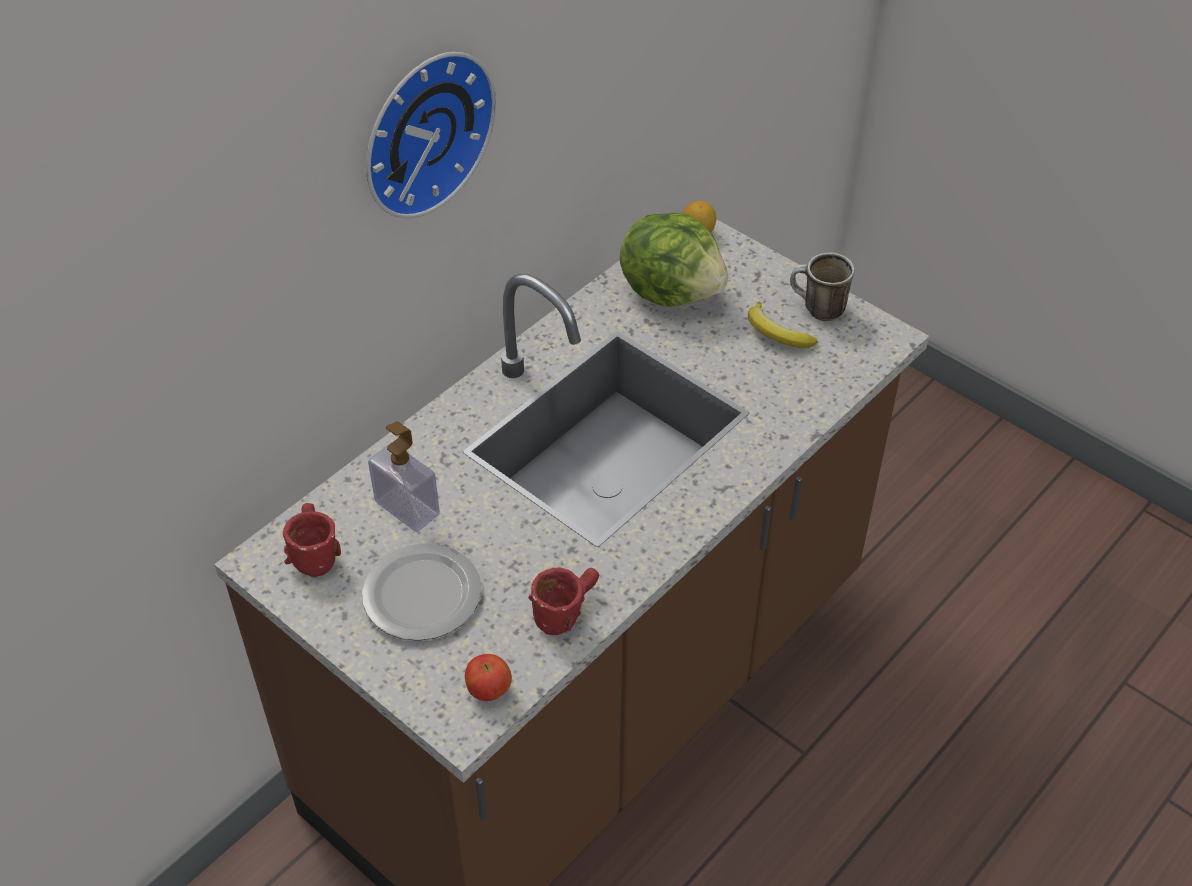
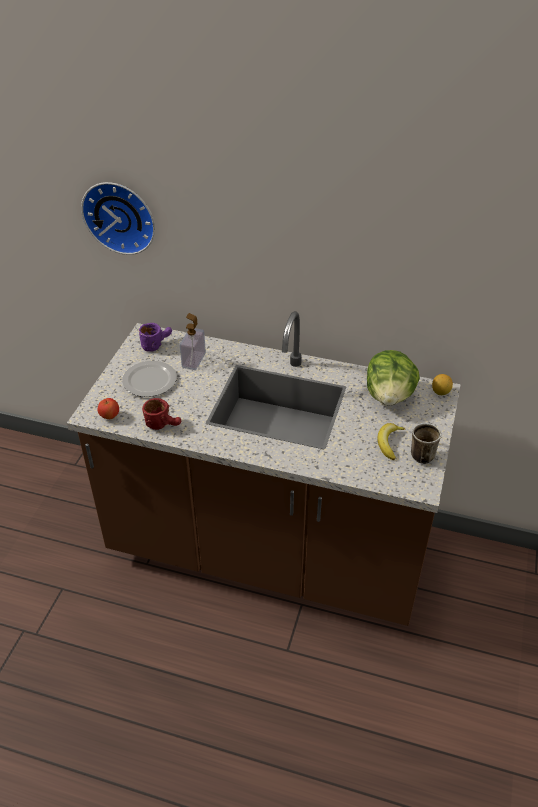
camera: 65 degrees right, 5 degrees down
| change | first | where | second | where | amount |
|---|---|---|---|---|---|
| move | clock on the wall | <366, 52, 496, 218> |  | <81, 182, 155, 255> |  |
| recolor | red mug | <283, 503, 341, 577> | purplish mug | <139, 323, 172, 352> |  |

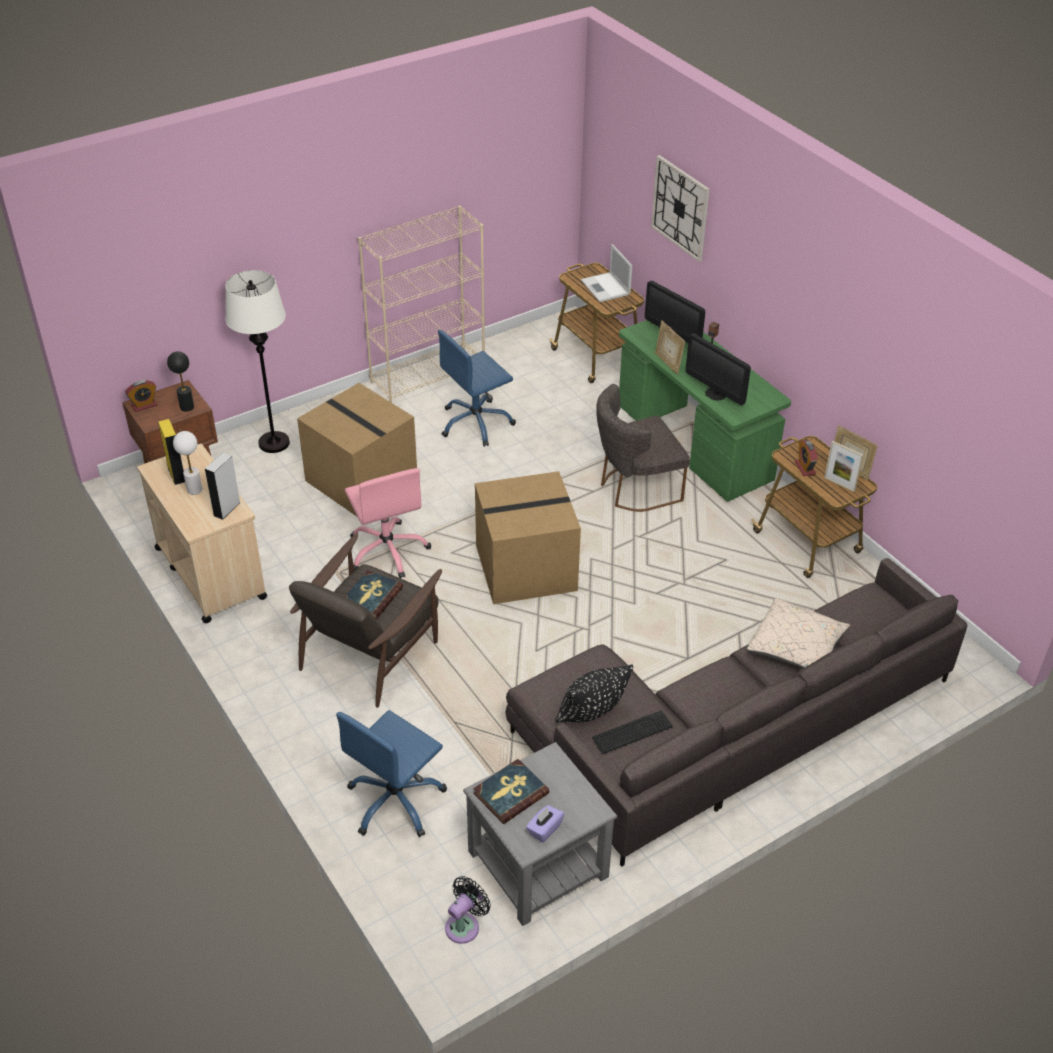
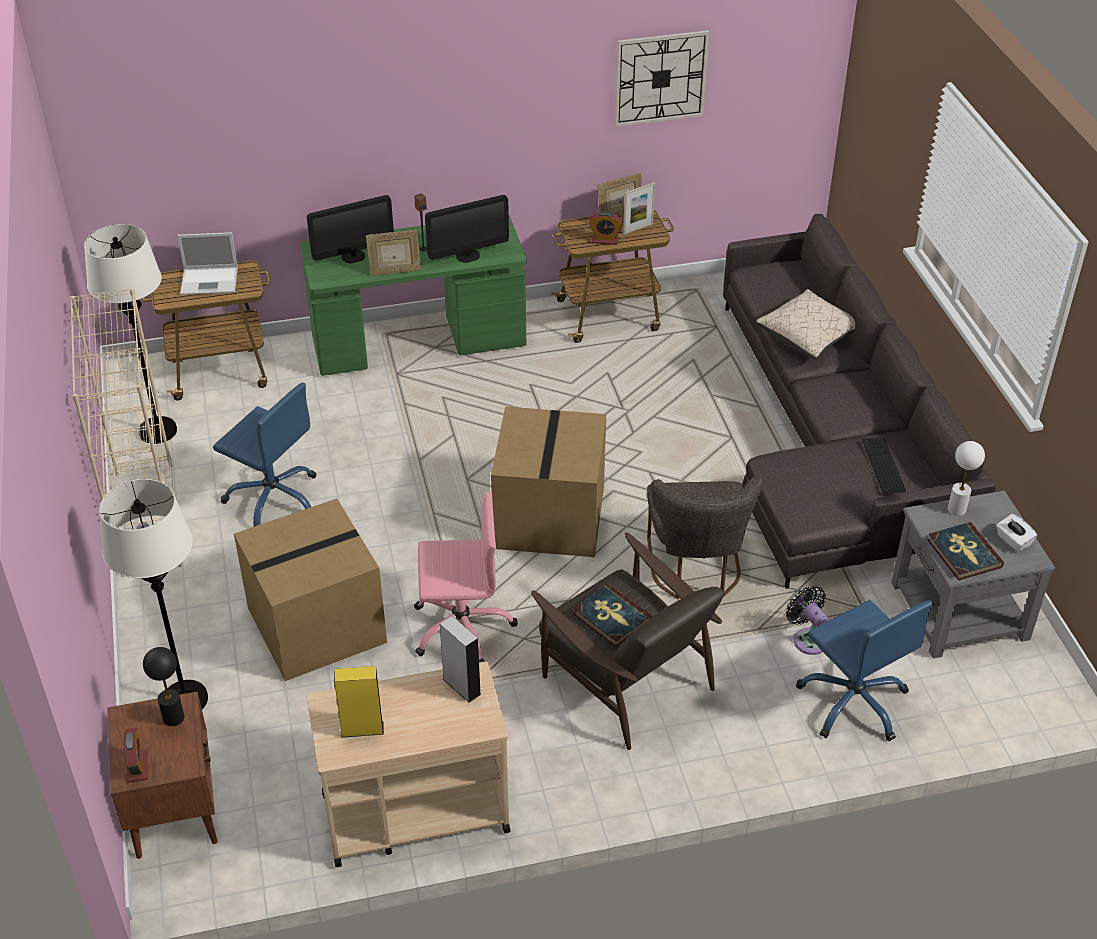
camera: 70 degrees left, 0 degrees up
| change | first | where | second | where | amount |
|---|---|---|---|---|---|
| delete | black pillow | <555, 664, 633, 723> |  |  |  |
| insert |  |  | white standard lamp | <84, 224, 177, 444> |  |
| move | white table lamp | <173, 431, 202, 495> |  | <947, 441, 985, 516> |  |
| move | black fan | <445, 876, 491, 944> |  | <786, 586, 828, 655> |  |
| move | grey chair | <596, 384, 690, 512> |  | <647, 476, 763, 599> |  |
| move | clock on the wall | <651, 155, 710, 262> |  | <615, 30, 710, 127> |  |
| recolor | purplish tissue box | <526, 805, 564, 843> | white tissue box | <996, 514, 1037, 552> |  |
| rotate | bluish desk chair | <438, 330, 516, 447> |  | <213, 383, 317, 527> | 45 degrees counterclockwise |

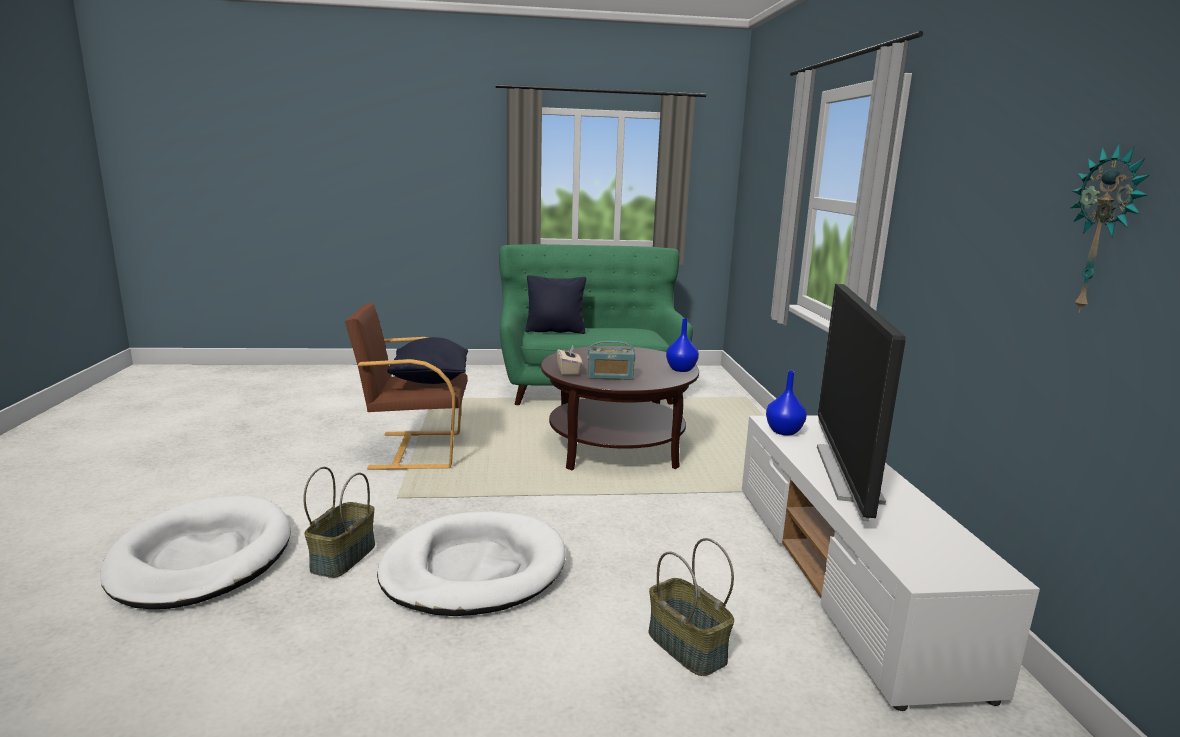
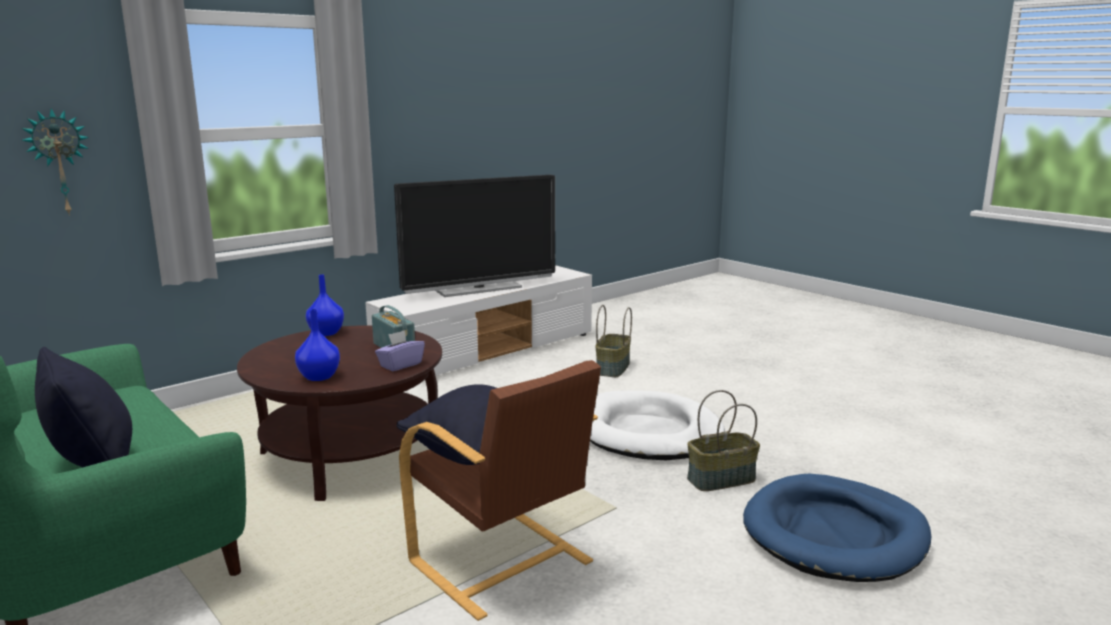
camera: 125 degrees left, 0 degrees up
| change | first | where | second | where | amount |
|---|---|---|---|---|---|
| move | bluish decorative vase | <766, 371, 807, 436> |  | <295, 309, 340, 381> |  |
| move | clock on the wall | <1070, 143, 1150, 313> |  | <21, 108, 89, 216> |  |
| recolor | white dog bed | <100, 496, 291, 609> | bluish dog bed | <743, 474, 931, 582> |  |
| recolor | beige tissue box | <557, 344, 582, 375> | purplish tissue box | <375, 330, 425, 371> |  |

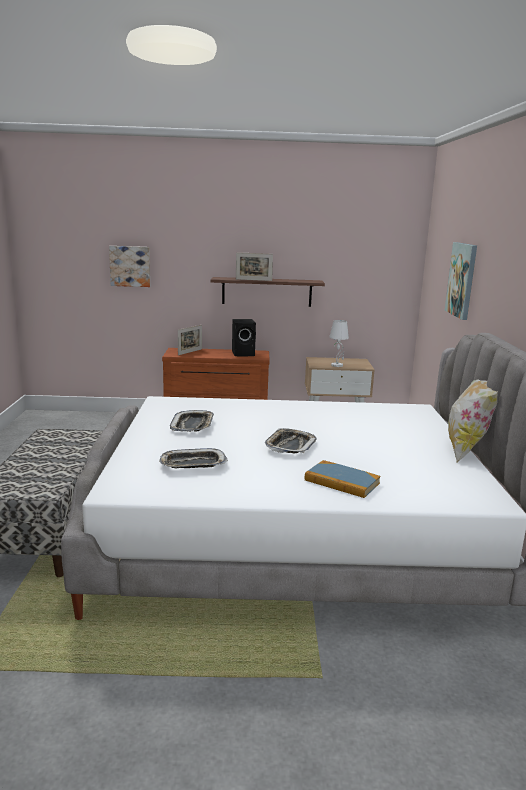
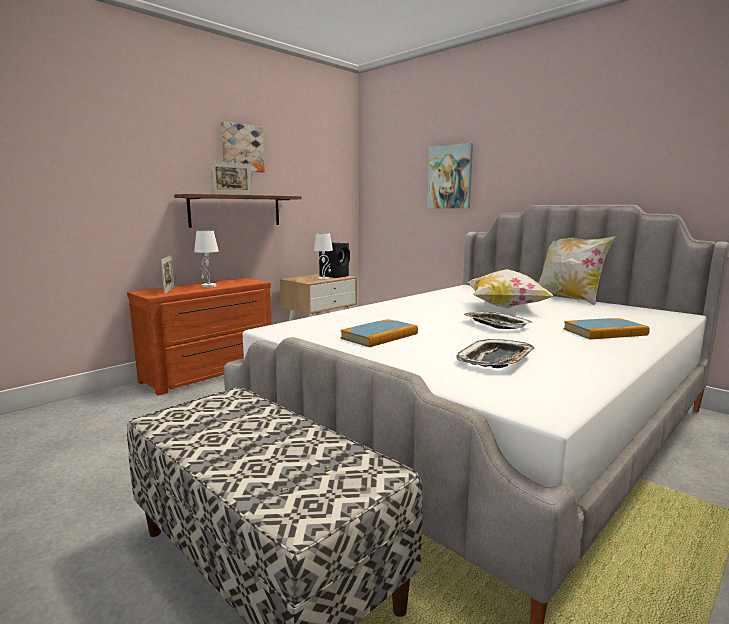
camera: 45 degrees left, 5 degrees down
| change | first | where | second | where | amount |
|---|---|---|---|---|---|
| insert |  |  | white table lamp | <194, 231, 219, 288> |  |
| insert |  |  | pillow | <467, 269, 554, 308> |  |
| move | picture | <109, 246, 150, 287> |  | <221, 122, 265, 173> |  |
| move | black speaker | <232, 319, 256, 356> |  | <319, 242, 350, 278> |  |
| replace | carrying tray | <170, 410, 214, 432> | volume | <340, 319, 418, 347> |  |

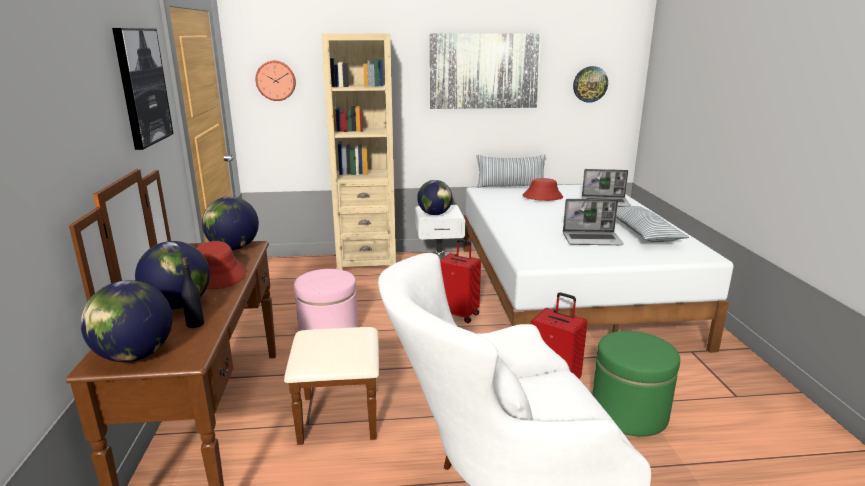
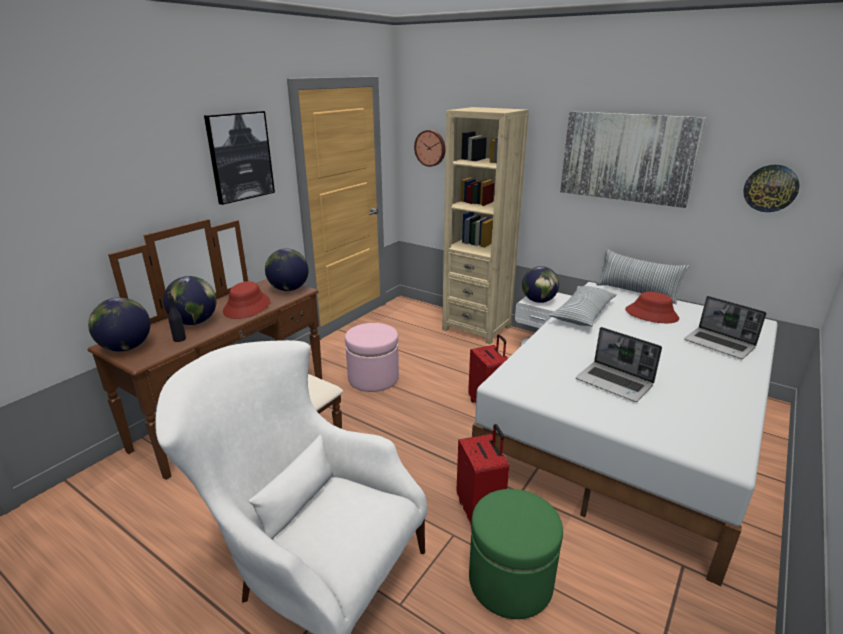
camera: 40 degrees right, 5 degrees up
| change | first | where | second | where | amount |
|---|---|---|---|---|---|
| move | pillow | <616, 206, 689, 242> |  | <549, 286, 617, 326> |  |

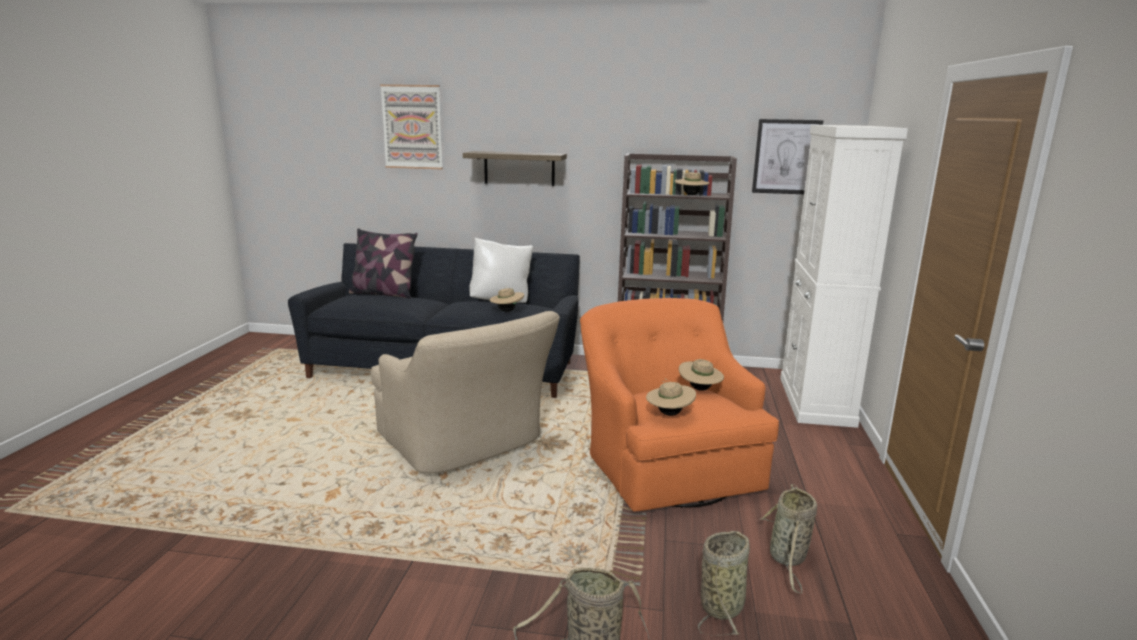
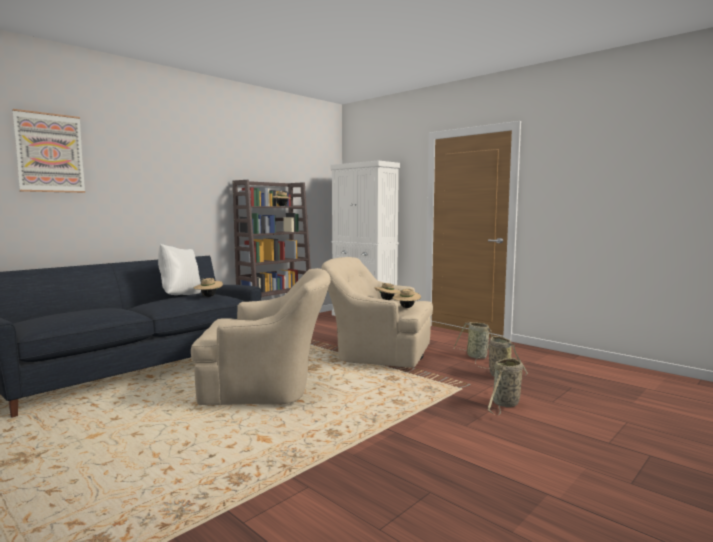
camera: 55 degrees left, 10 degrees down
| change | first | where | second | where | amount |
|---|---|---|---|---|---|
| delete | pillow | <349, 228, 418, 298> |  |  |  |
| delete | shelf | <463, 151, 567, 186> |  |  |  |
| delete | picture | <752, 119, 823, 194> |  |  |  |
| recolor | orangey easy chair | <580, 298, 779, 511> | beige easy chair | <321, 257, 433, 368> |  |

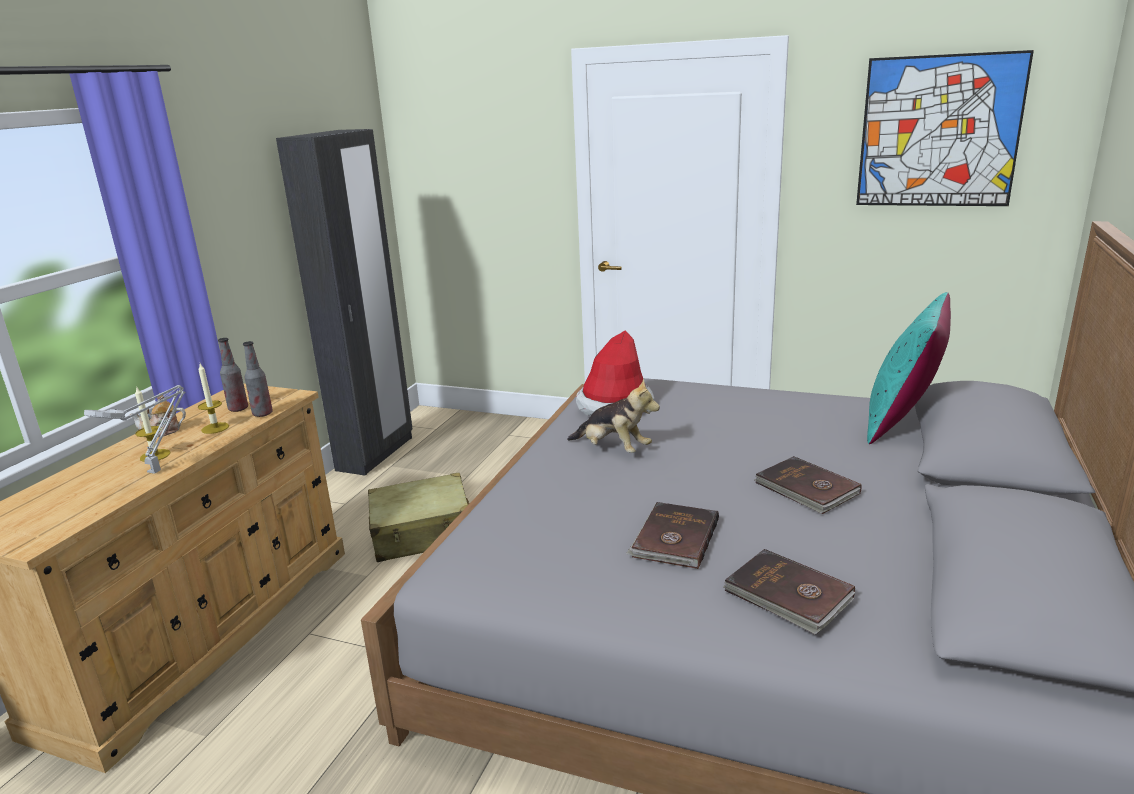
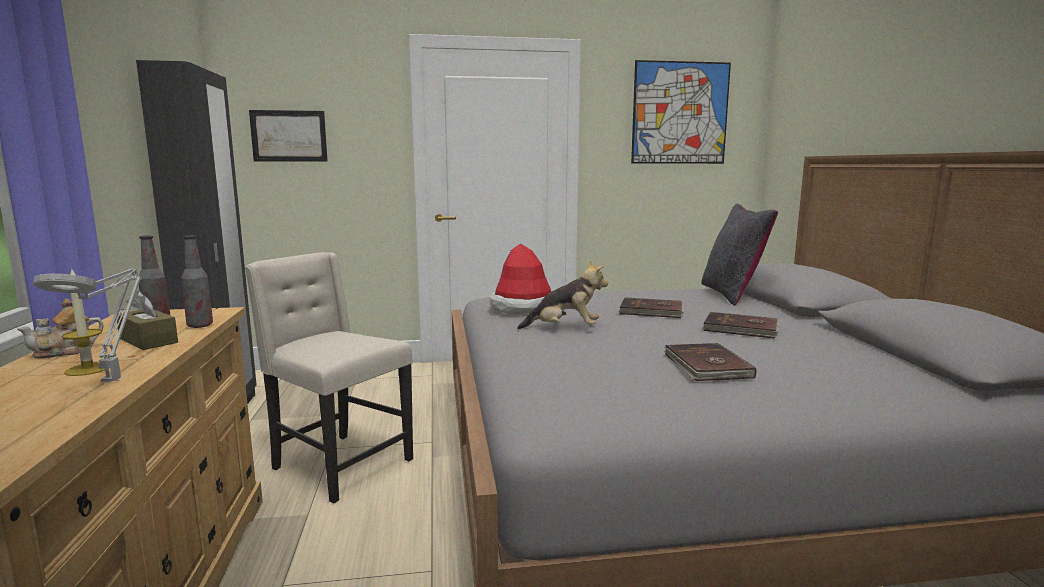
camera: 30 degrees left, 10 degrees down
| change | first | where | second | where | amount |
|---|---|---|---|---|---|
| insert |  |  | picture | <249, 110, 328, 162> |  |
| move | brown volume | <723, 549, 855, 635> |  | <619, 297, 685, 318> |  |
| replace | wax light | <198, 364, 229, 434> | brown tissue box | <117, 291, 178, 350> |  |
| replace | beige suitcase | <368, 473, 469, 562> | beige chair | <245, 252, 413, 503> |  |
| recolor | turquoise pillow | <867, 292, 951, 444> | black pillow | <701, 204, 778, 306> |  |

